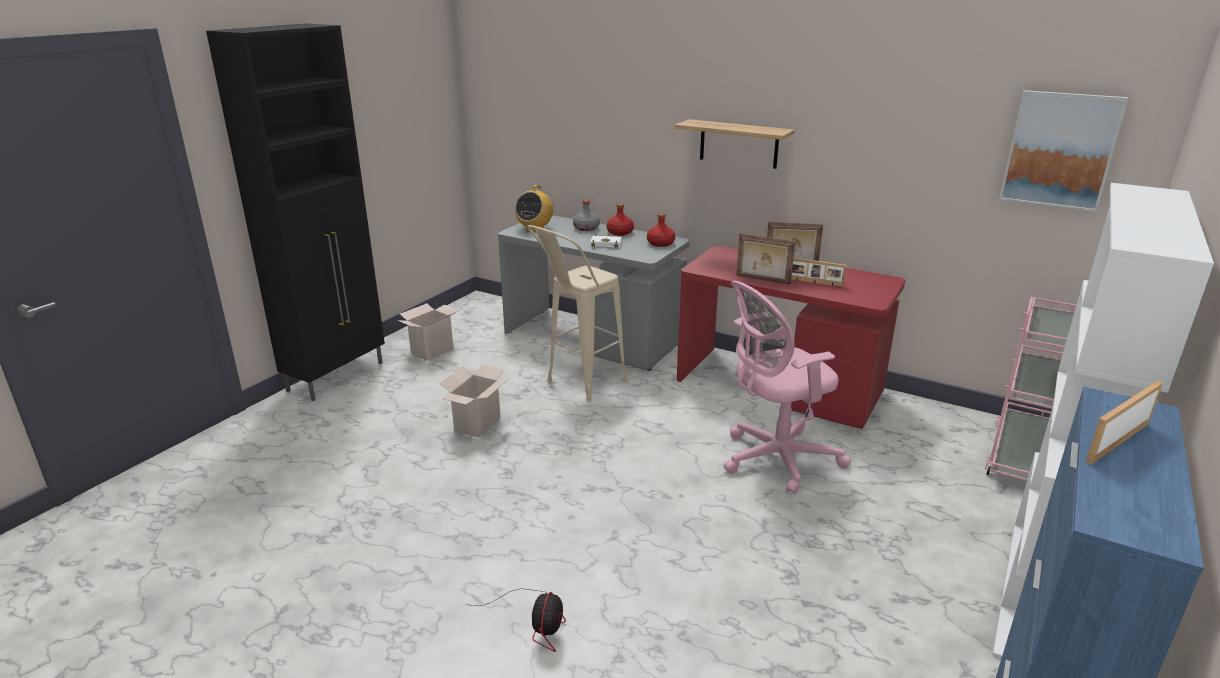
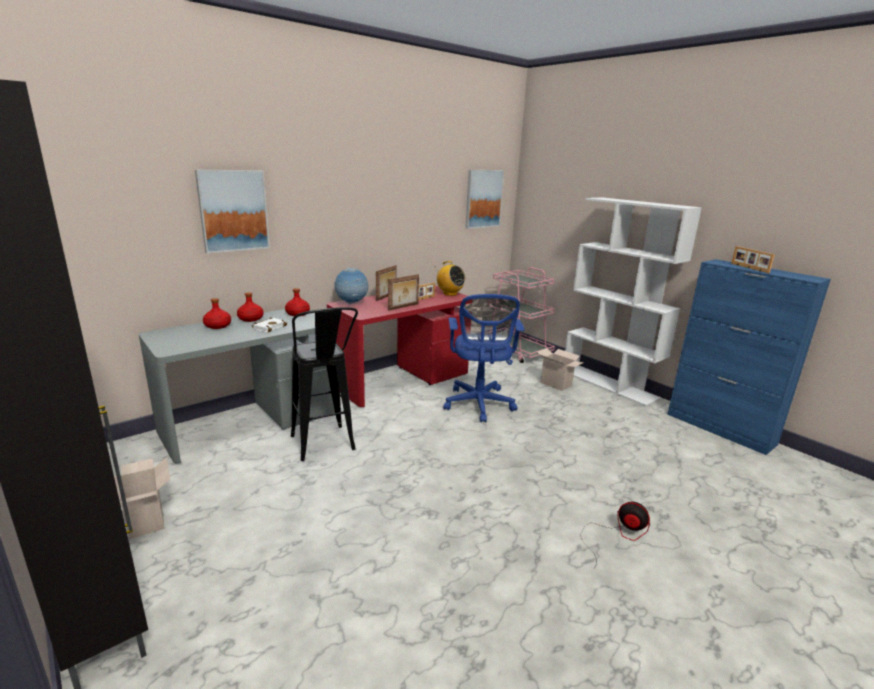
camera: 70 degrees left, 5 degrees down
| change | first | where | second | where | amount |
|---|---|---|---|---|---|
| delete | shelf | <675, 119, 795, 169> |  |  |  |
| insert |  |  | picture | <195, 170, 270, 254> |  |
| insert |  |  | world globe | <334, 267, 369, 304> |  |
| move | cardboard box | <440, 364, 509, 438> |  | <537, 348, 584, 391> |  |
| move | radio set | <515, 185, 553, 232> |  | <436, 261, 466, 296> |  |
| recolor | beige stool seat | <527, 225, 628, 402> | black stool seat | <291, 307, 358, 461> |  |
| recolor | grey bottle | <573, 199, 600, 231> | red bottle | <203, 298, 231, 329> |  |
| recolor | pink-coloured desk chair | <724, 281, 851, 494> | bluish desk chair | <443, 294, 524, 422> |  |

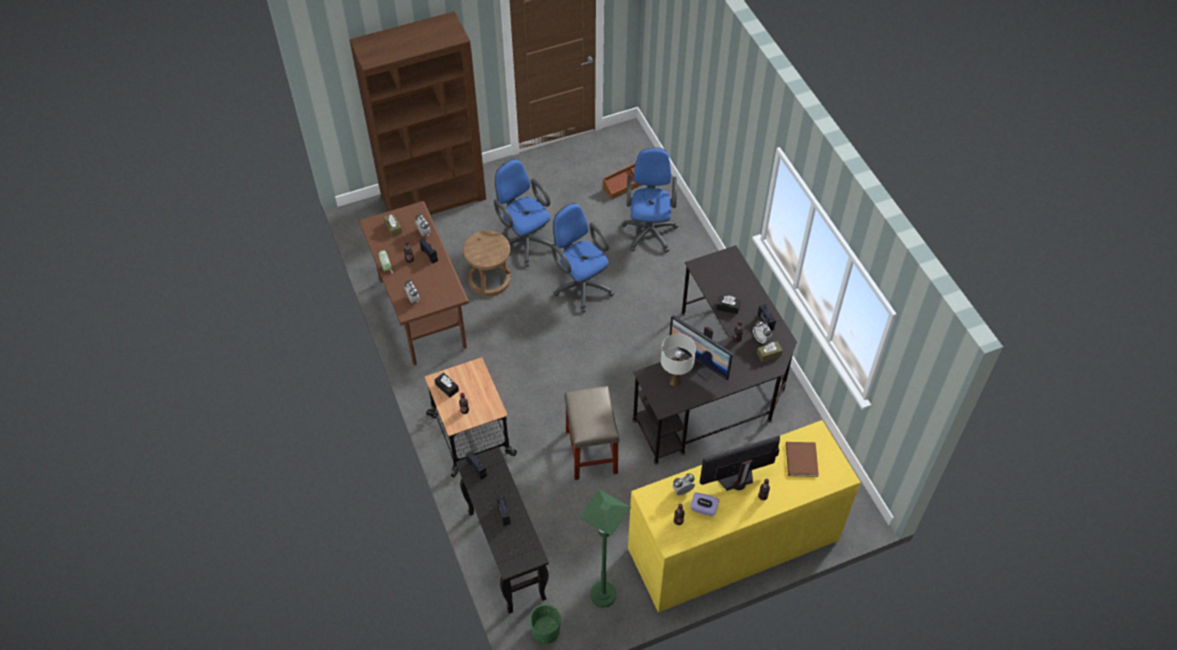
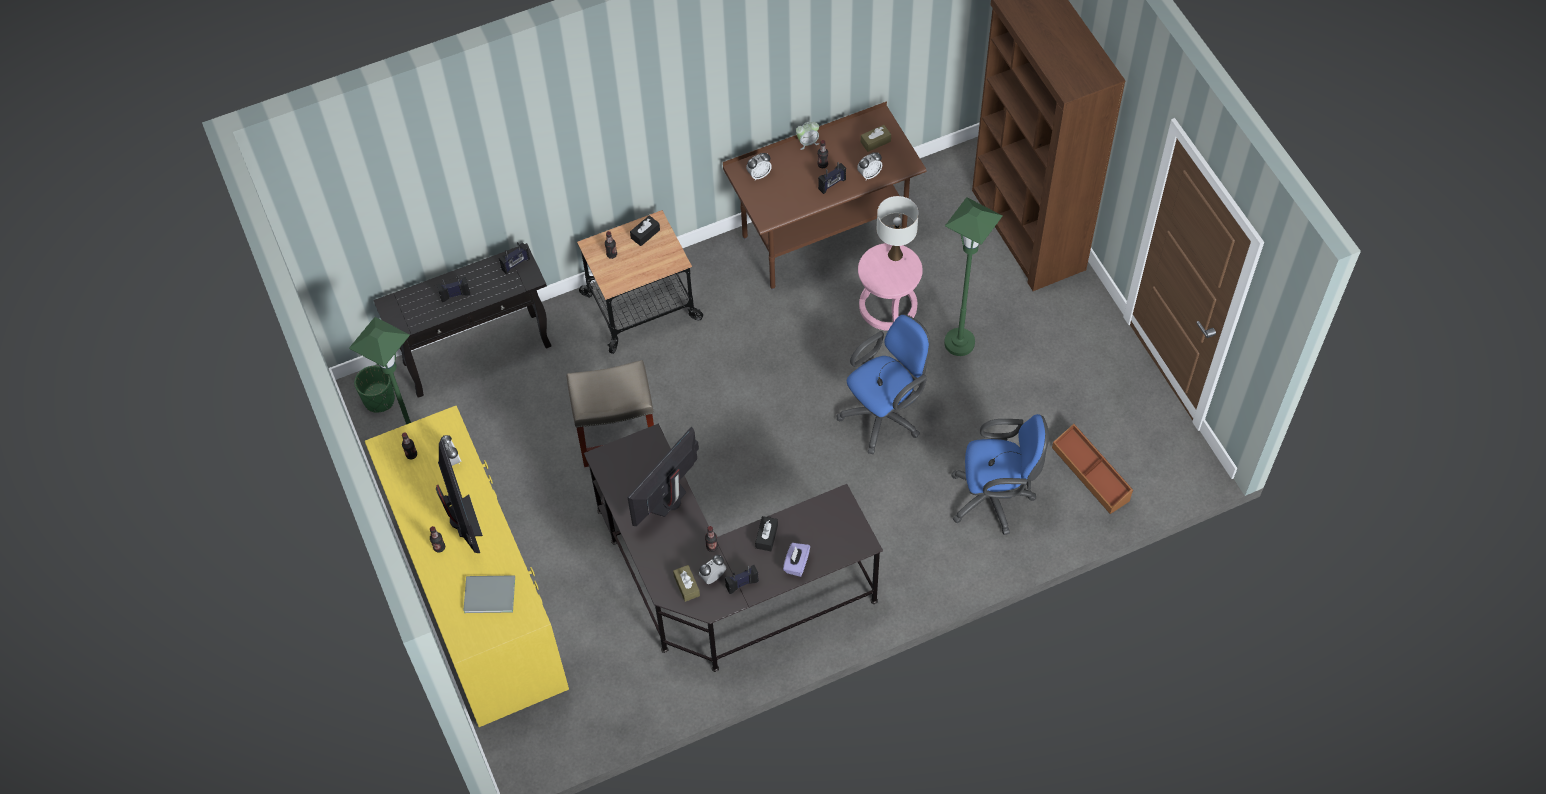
camera: 90 degrees right, 5 degrees up
| change | first | where | second | where | amount |
|---|---|---|---|---|---|
| move | white table lamp | <661, 334, 696, 386> |  | <877, 196, 919, 261> |  |
| move | purplish tissue box | <690, 492, 719, 516> |  | <783, 543, 810, 577> |  |
| replace | bluish desk chair | <494, 159, 554, 267> | green standard lamp | <944, 197, 1003, 356> |  |
| recolor | brown stool seat | <463, 231, 511, 296> | pink-coloured stool seat | <858, 243, 923, 331> |  |
| recolor | brown volume | <786, 442, 819, 477> | grey volume | <463, 575, 515, 613> |  |

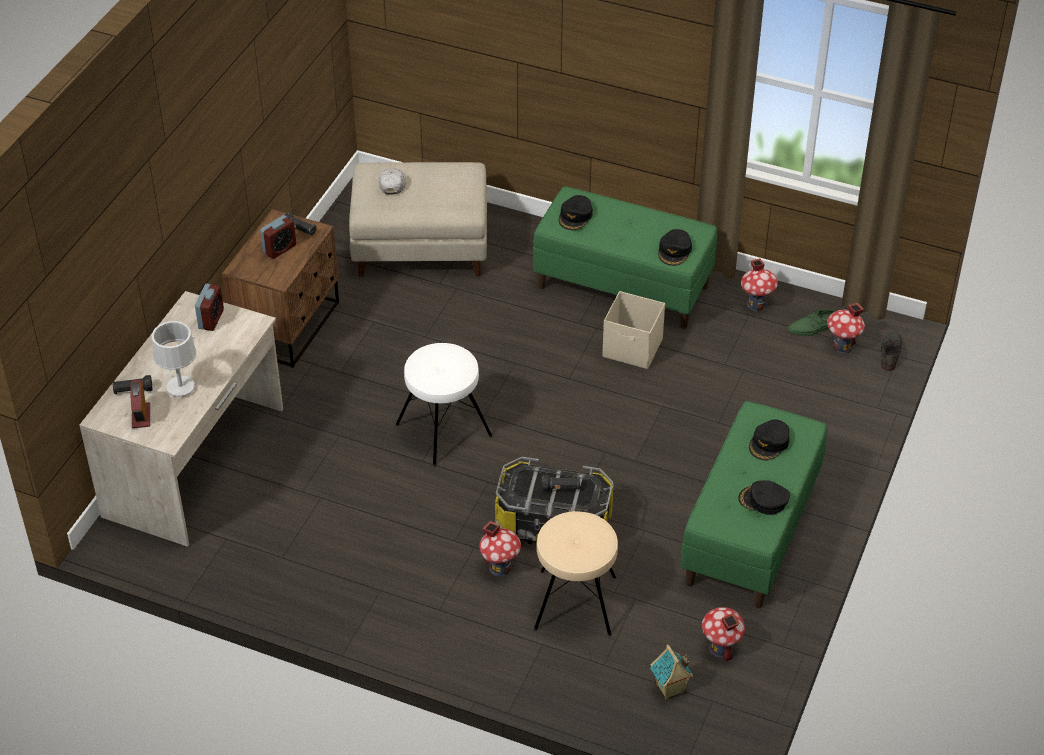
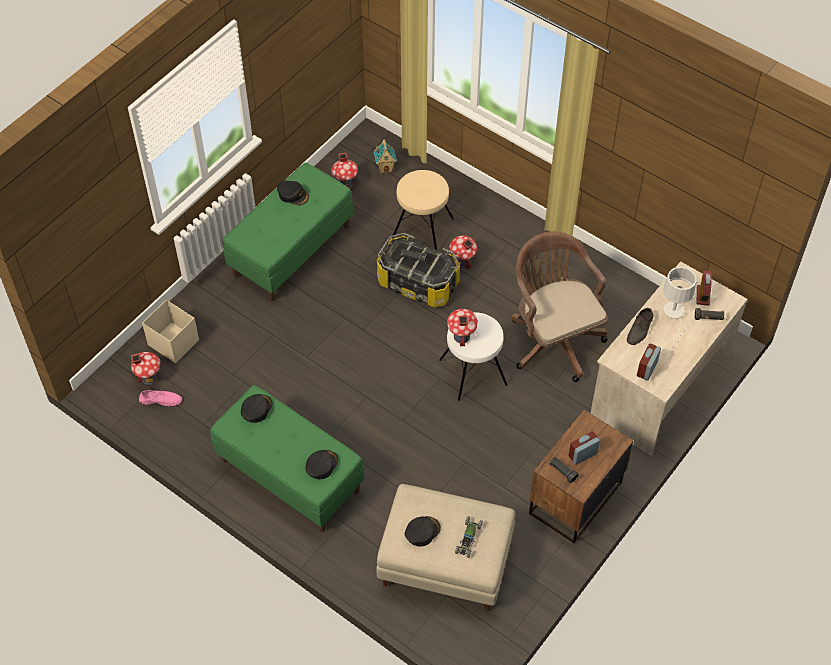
camera: 165 degrees left, 10 degrees up
| change | first | where | second | where | amount |
|---|---|---|---|---|---|
| insert |  |  | brown desk chair | <511, 231, 608, 382> |  |
| move | beige storage container | <602, 291, 665, 369> |  | <142, 300, 199, 363> |  |
| move | miniature house | <741, 259, 778, 311> |  | <447, 309, 478, 346> |  |
| move | black peaked cap | <749, 419, 790, 460> |  | <405, 516, 441, 547> |  |
| move | grey low shoe | <881, 332, 902, 371> |  | <627, 308, 654, 345> |  |
| replace | white peaked cap | <379, 168, 406, 195> | miniature car | <455, 516, 483, 558> |  |
| recolor | green low shoe | <788, 309, 836, 336> | pink-coloured low shoe | <139, 389, 182, 406> |  |

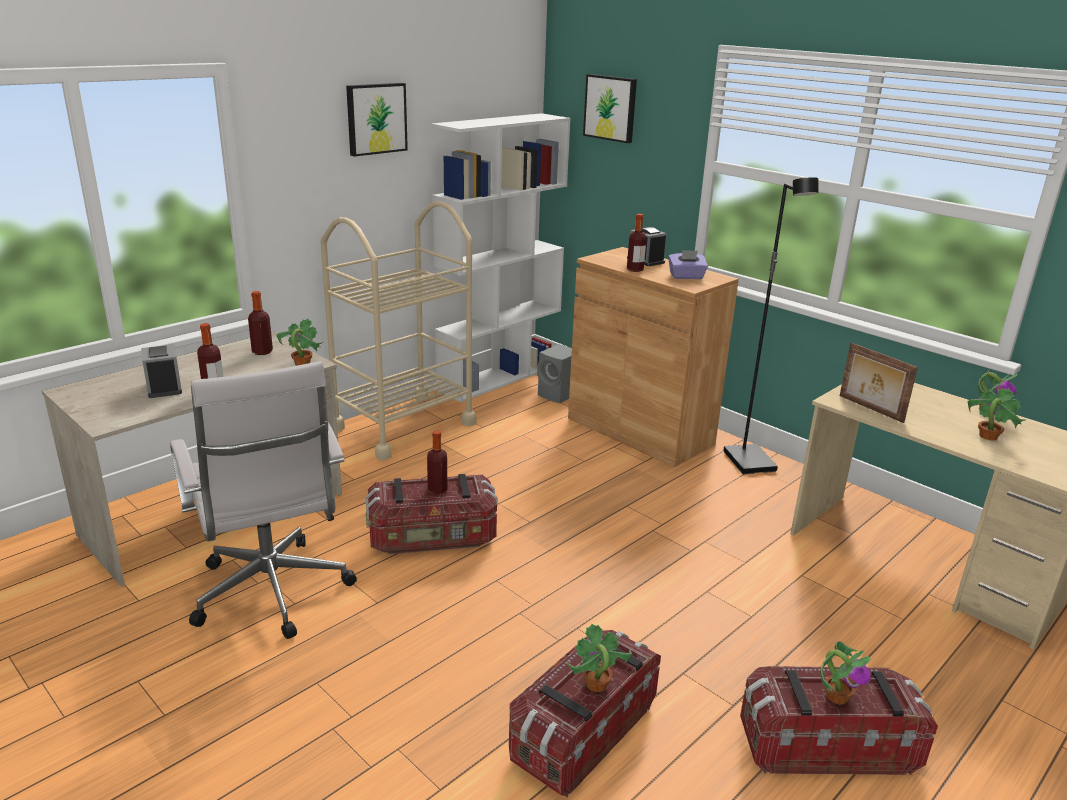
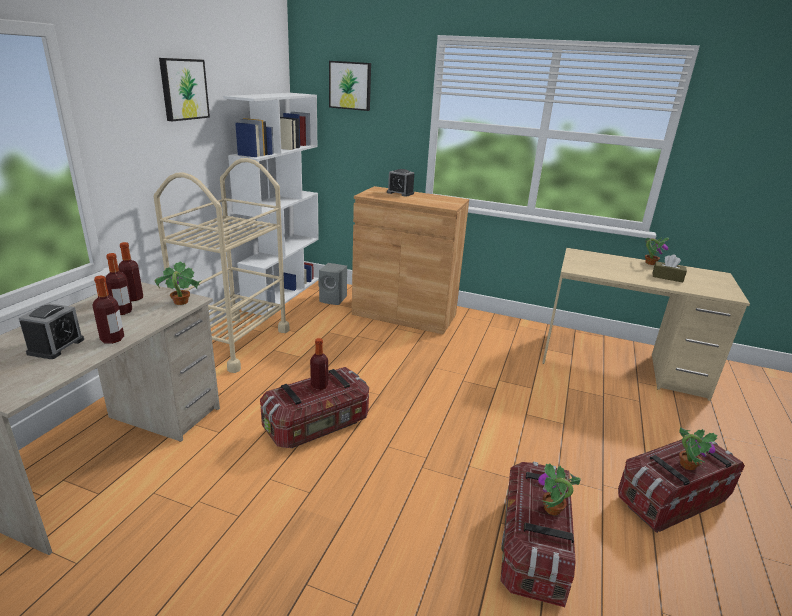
camera: 25 degrees left, 0 degrees up
| change | first | where | second | where | amount |
|---|---|---|---|---|---|
| delete | white desk chair | <170, 361, 357, 639> |  |  |  |
| delete | purplish tissue box | <668, 250, 708, 279> |  |  |  |
| delete | black standard lamp | <723, 177, 819, 474> |  |  |  |
| delete | photo frame | <840, 343, 918, 423> |  |  |  |
| move | bottle | <627, 214, 646, 272> |  | <106, 253, 132, 315> |  |
| replace | plant in a pot | <968, 388, 1026, 441> | brown tissue box | <653, 255, 687, 282> |  |
| rotate | table clock | <141, 344, 182, 398> |  | <19, 303, 84, 359> | 120 degrees counterclockwise |

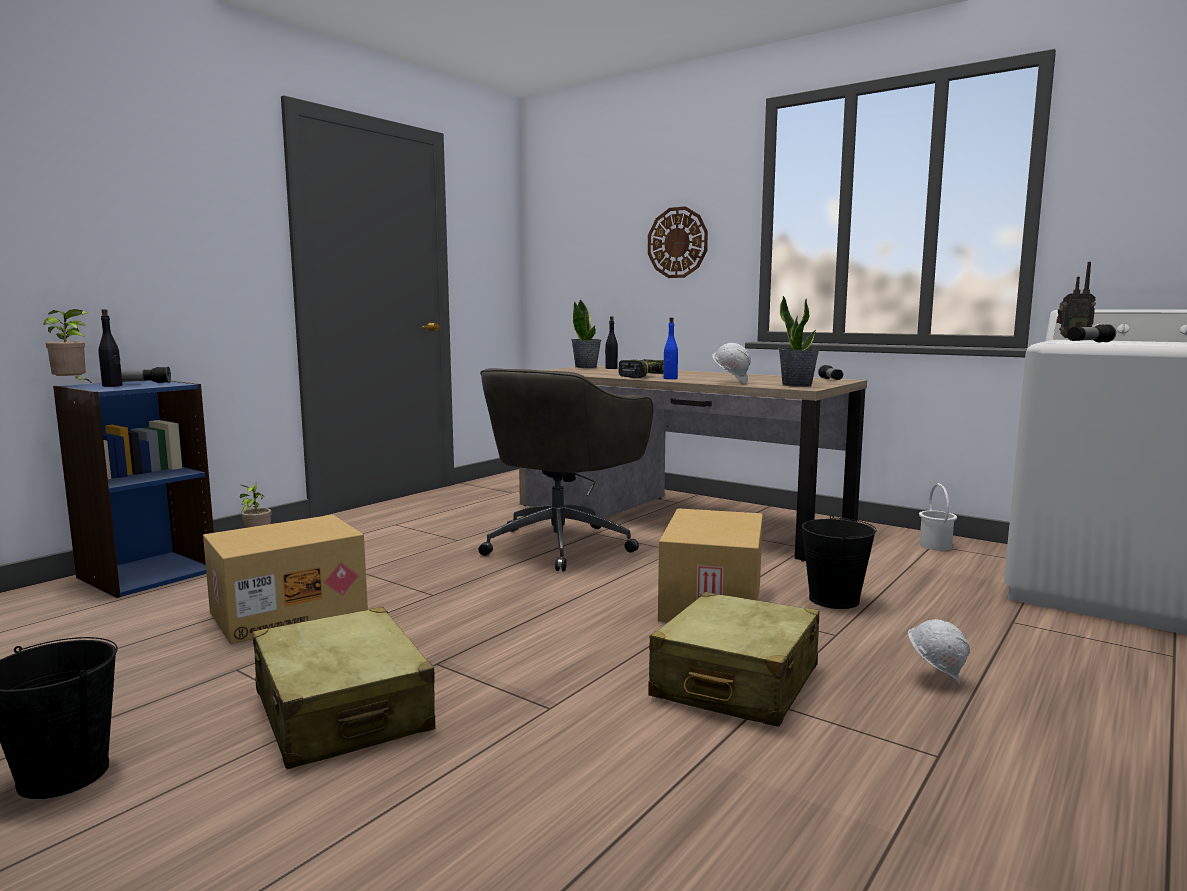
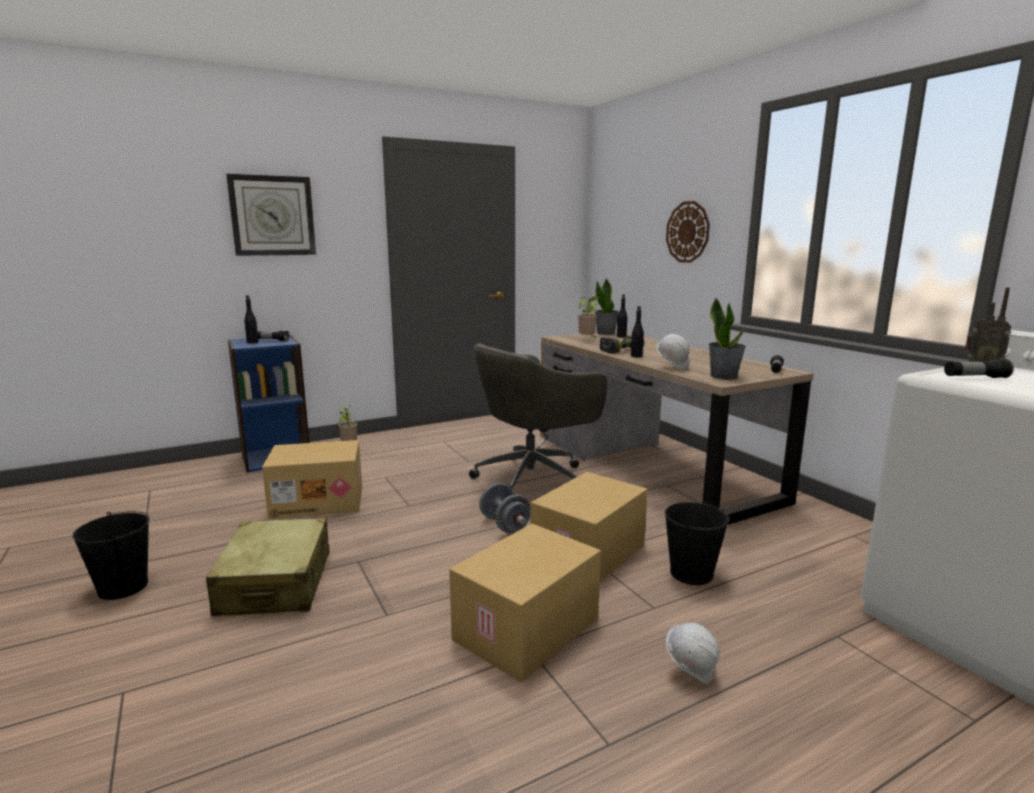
camera: 25 degrees right, 5 degrees up
| change | first | where | second | where | amount |
|---|---|---|---|---|---|
| delete | white water bucket | <919, 483, 957, 551> |  |  |  |
| insert |  |  | clock on the wall | <226, 174, 316, 256> |  |
| insert |  |  | grey dumbbell | <479, 483, 531, 533> |  |
| move | plant in a pot | <43, 309, 93, 384> |  | <578, 296, 599, 337> |  |
| replace | beige suitcase | <648, 592, 819, 727> | cardboard box | <449, 524, 601, 682> |  |
| recolor | bluish bottle | <663, 317, 678, 379> | black bottle | <631, 306, 644, 357> |  |

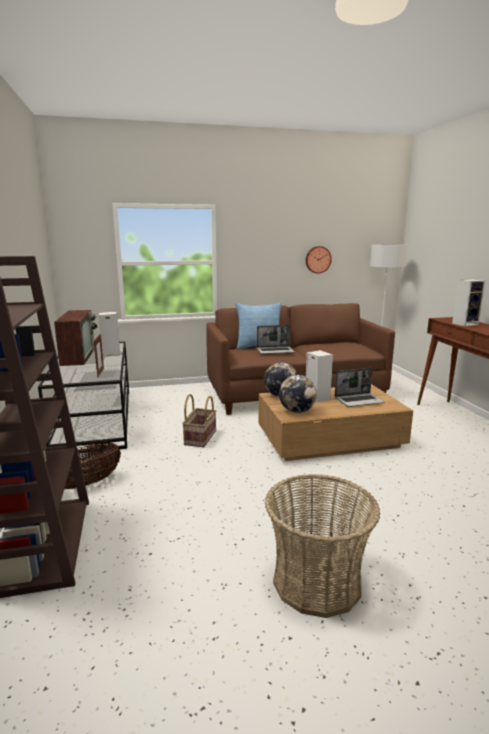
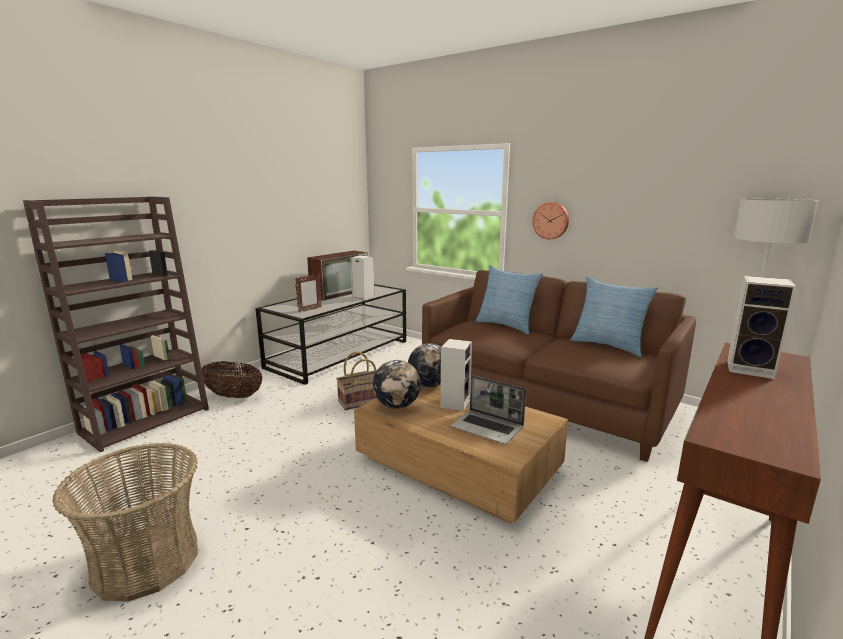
camera: 50 degrees right, 0 degrees up
| change | first | where | second | where | amount |
|---|---|---|---|---|---|
| delete | portable computer | <257, 325, 295, 354> |  |  |  |
| insert |  |  | pillow | <571, 277, 658, 357> |  |
| move | clock on the wall | <305, 246, 332, 274> |  | <532, 202, 569, 239> |  |

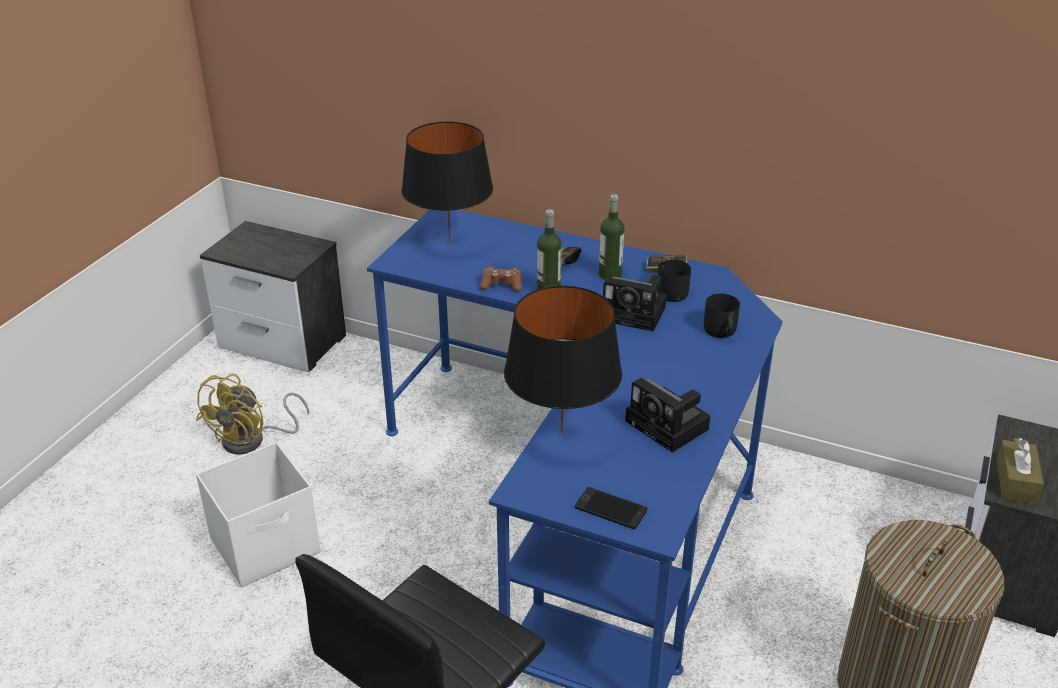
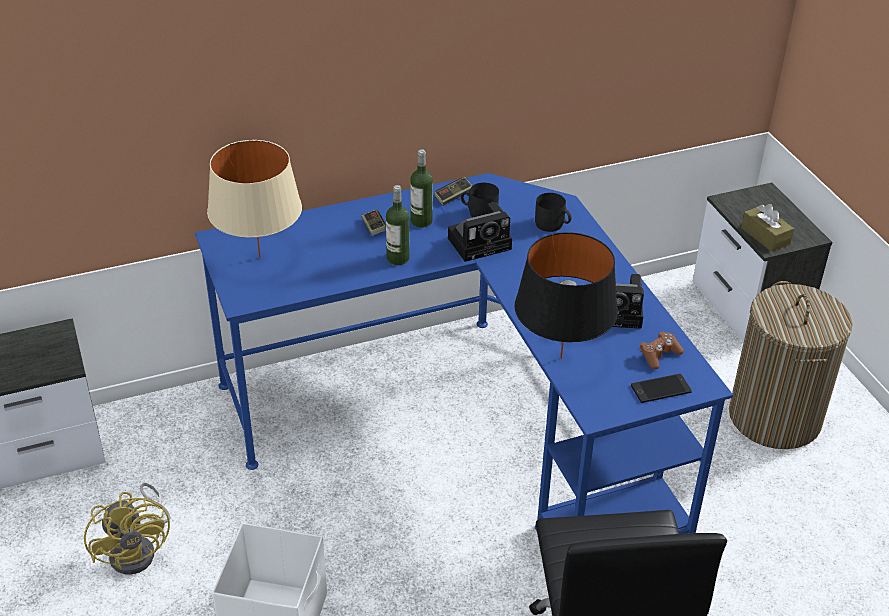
camera: 45 degrees left, 5 degrees up
| change | first | where | second | where | amount |
|---|---|---|---|---|---|
| move | brown joypad | <480, 266, 522, 292> |  | <640, 332, 684, 370> |  |
| recolor | black table lamp | <401, 122, 493, 242> | beige table lamp | <207, 140, 302, 259> |  |

